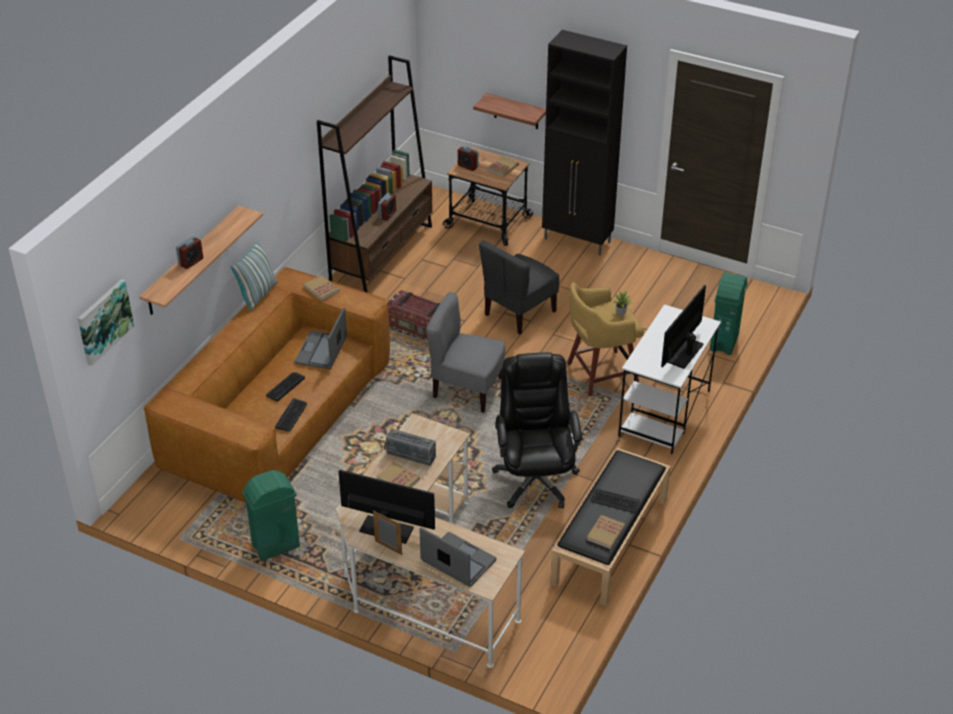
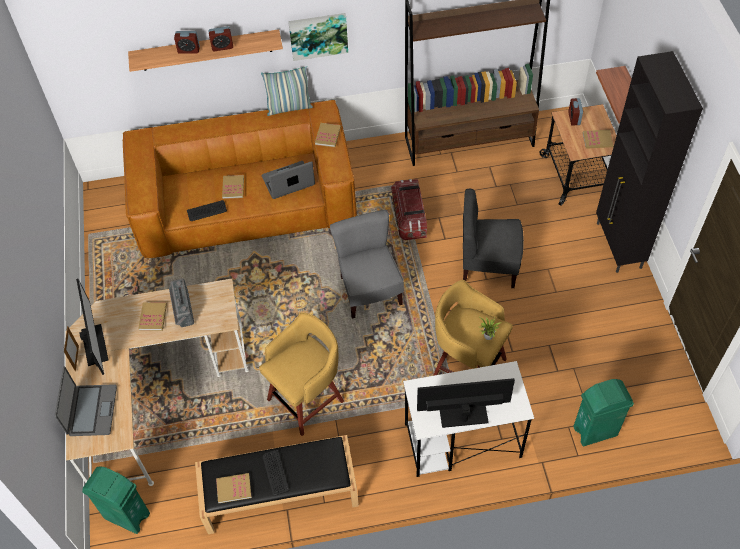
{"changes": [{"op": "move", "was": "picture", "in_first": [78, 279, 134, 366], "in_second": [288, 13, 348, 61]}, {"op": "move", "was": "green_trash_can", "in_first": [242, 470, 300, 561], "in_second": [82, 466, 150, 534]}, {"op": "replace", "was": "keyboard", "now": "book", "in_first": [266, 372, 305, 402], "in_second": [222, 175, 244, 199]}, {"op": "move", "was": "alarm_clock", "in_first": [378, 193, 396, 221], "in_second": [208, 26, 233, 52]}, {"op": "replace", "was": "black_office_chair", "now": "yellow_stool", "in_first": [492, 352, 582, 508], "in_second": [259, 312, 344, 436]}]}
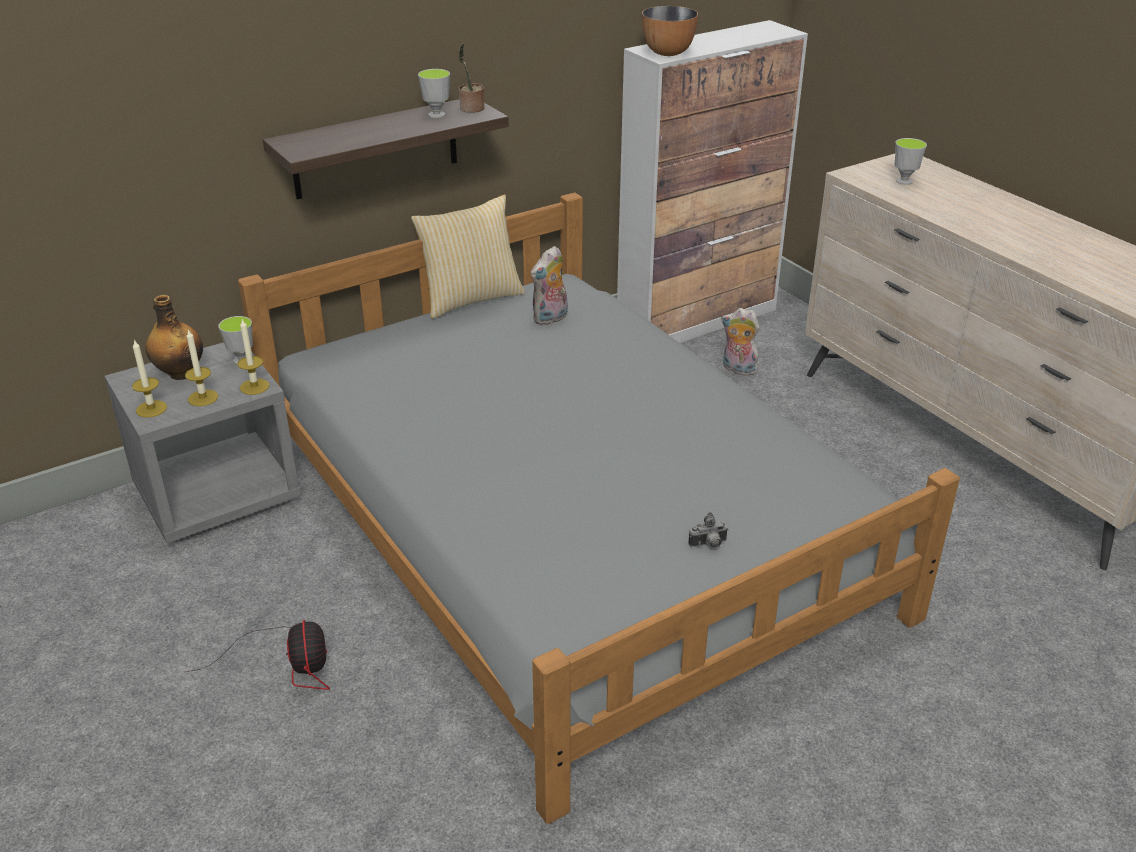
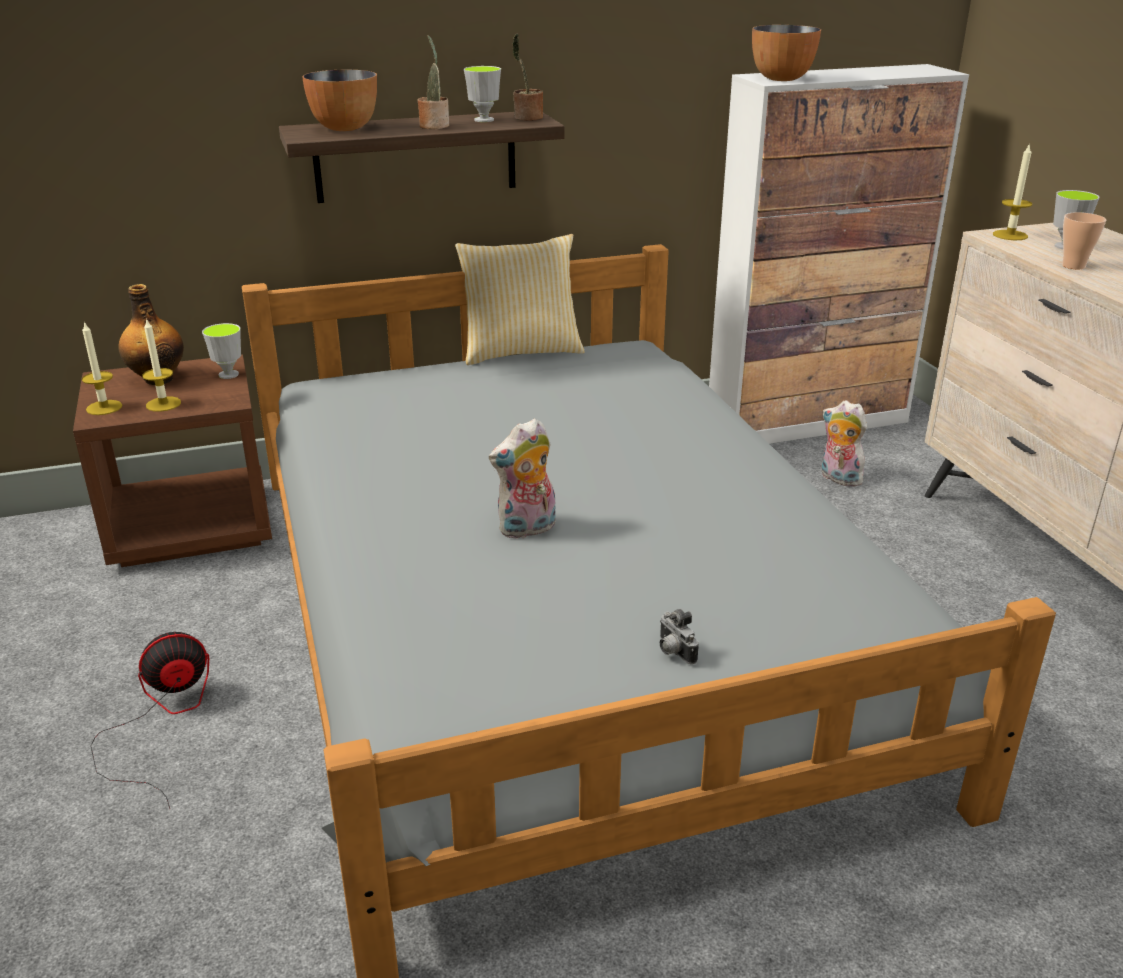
{"changes": [{"op": "recolor", "was": "grey_nightstand", "now": "brown_nightstand", "in_first": [105, 342, 301, 543], "in_second": [73, 354, 272, 567]}, {"op": "rotate", "was": "fan", "in_first": [185, 620, 330, 690], "in_second": [91, 632, 209, 809], "clockwise": -120}, {"op": "move", "was": "candle", "in_first": [237, 319, 270, 395], "in_second": [993, 143, 1032, 240]}, {"op": "move", "was": "plush_toy", "in_first": [531, 246, 568, 325], "in_second": [489, 418, 556, 540]}, {"op": "rotate", "was": "photo_camera", "in_first": [688, 512, 728, 548], "in_second": [660, 609, 699, 664], "clockwise": 60}, {"op": "insert", "now": "bowl", "in_second": [302, 70, 377, 131]}, {"op": "insert", "now": "potted_plant", "in_second": [418, 35, 449, 129]}, {"op": "insert", "now": "cup", "in_second": [1062, 212, 1106, 269]}]}
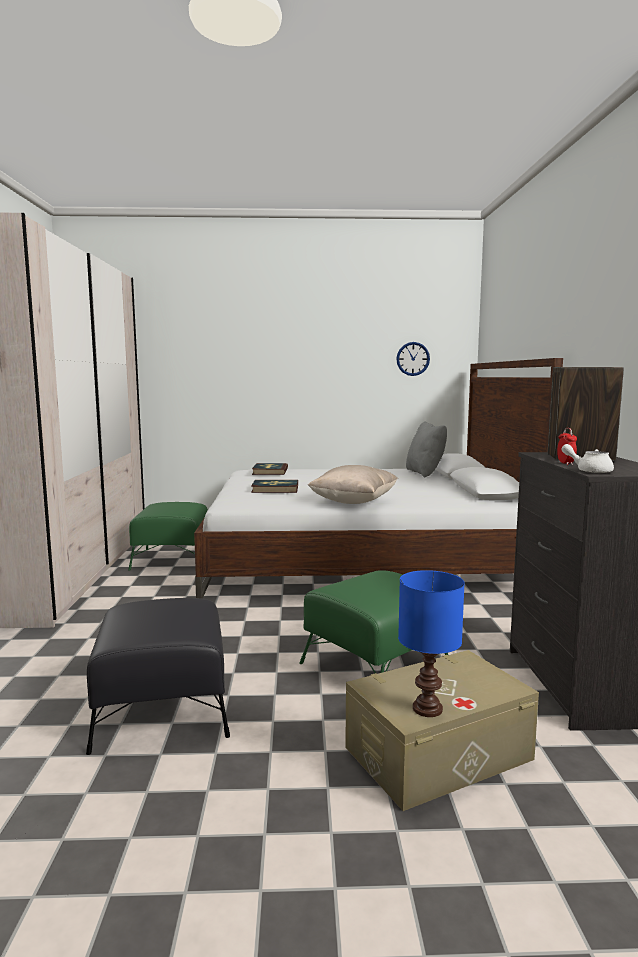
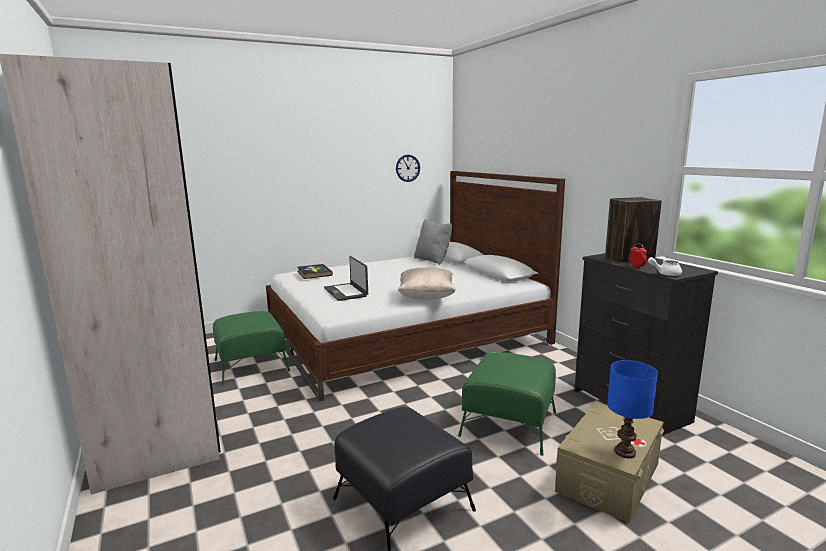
{"changes": [{"op": "replace", "was": "book", "now": "laptop", "in_first": [251, 480, 298, 493], "in_second": [324, 256, 368, 301]}]}
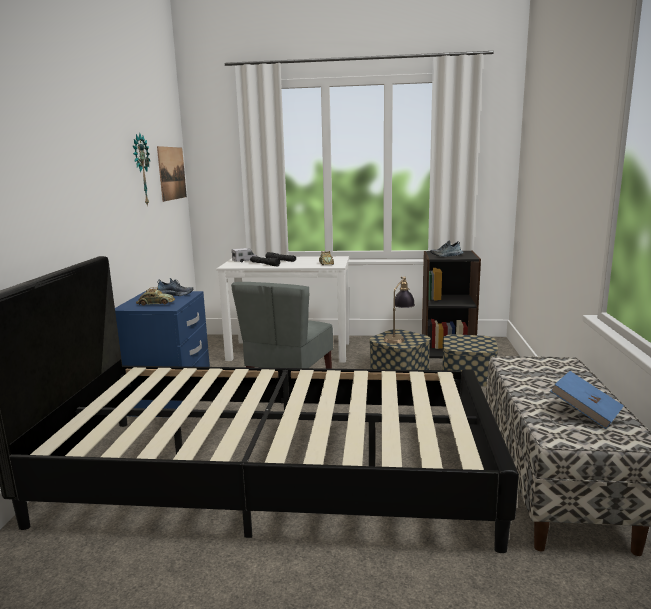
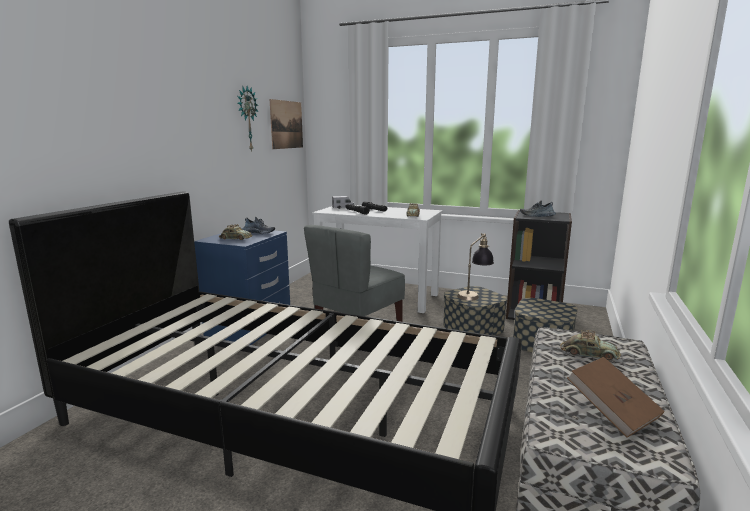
{"changes": [{"op": "recolor", "was": "blue_book", "now": "brown_book", "in_first": [550, 371, 624, 429], "in_second": [567, 357, 665, 438]}, {"op": "insert", "now": "toy_car", "in_second": [560, 330, 620, 361]}]}
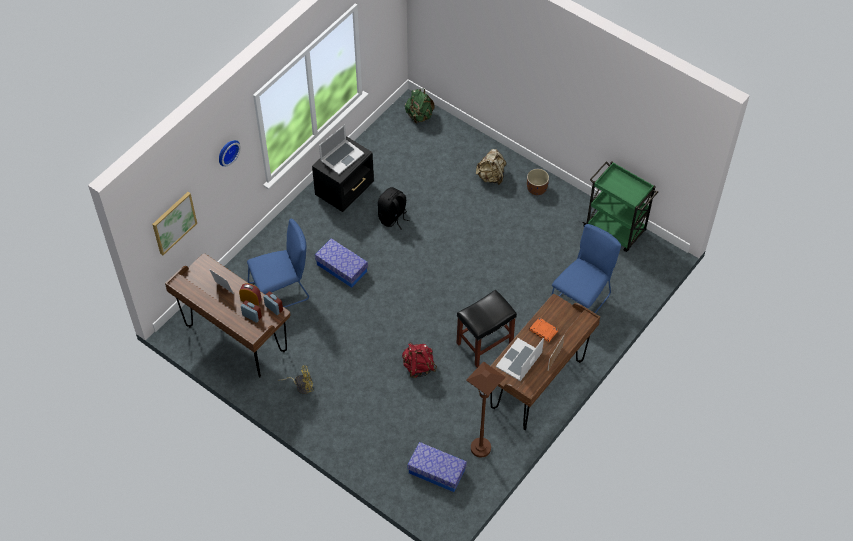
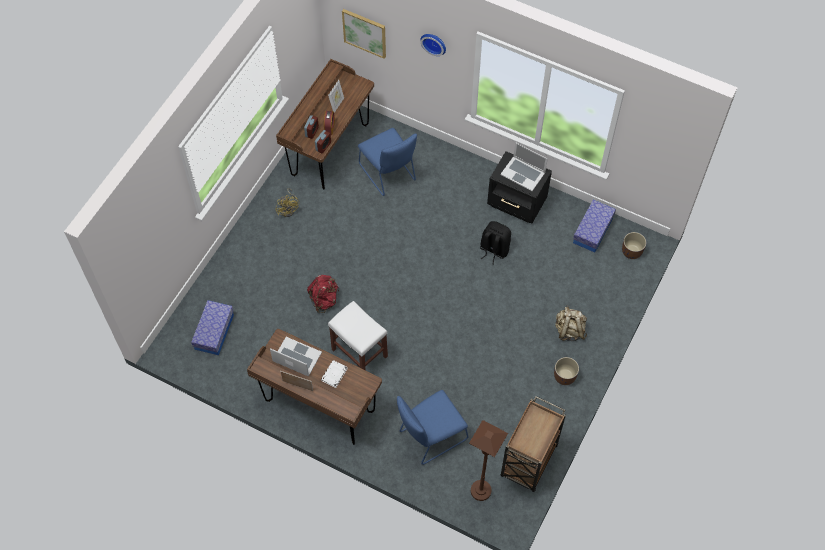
{"changes": [{"op": "move", "was": "storage_box", "in_first": [315, 238, 368, 288], "in_second": [573, 200, 616, 253]}, {"op": "replace", "was": "green_backpack", "now": "brown_planter", "in_first": [405, 88, 435, 123], "in_second": [622, 232, 646, 259]}, {"op": "recolor", "was": "black_stool", "now": "white_stool", "in_first": [457, 289, 517, 367], "in_second": [328, 301, 388, 370]}, {"op": "move", "was": "brown_floor_lamp", "in_first": [466, 361, 505, 457], "in_second": [469, 420, 508, 501]}, {"op": "recolor", "was": "orange_book", "now": "white_book", "in_first": [529, 318, 558, 342], "in_second": [321, 360, 347, 388]}, {"op": "rotate", "was": "blue_chair", "in_first": [552, 224, 621, 313], "in_second": [397, 390, 469, 465], "clockwise": 120}, {"op": "recolor", "was": "green_cart", "now": "brown_cart", "in_first": [582, 161, 658, 252], "in_second": [501, 396, 566, 492]}]}
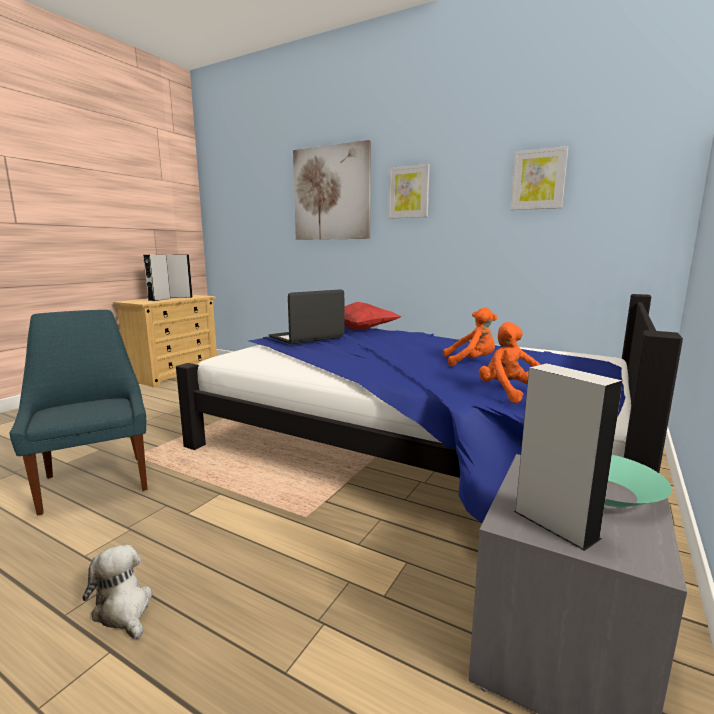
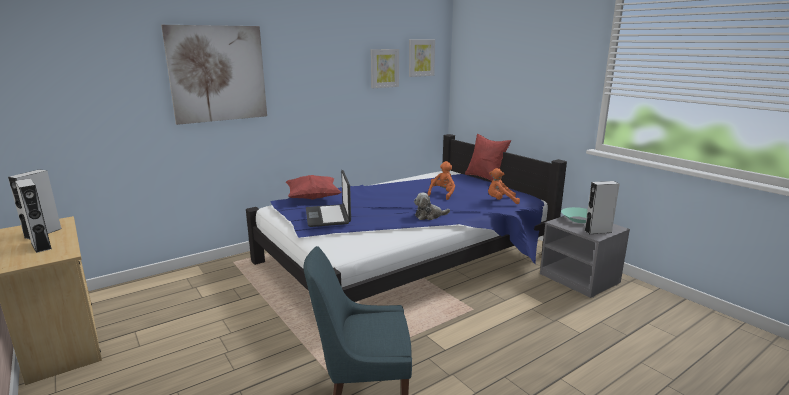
{"changes": [{"op": "move", "was": "plush_toy", "in_first": [82, 545, 153, 639], "in_second": [414, 193, 450, 220]}, {"op": "move", "was": "picture", "in_first": [388, 164, 430, 219], "in_second": [409, 39, 435, 77]}, {"op": "insert", "now": "red_pillow", "in_second": [465, 134, 511, 181]}]}
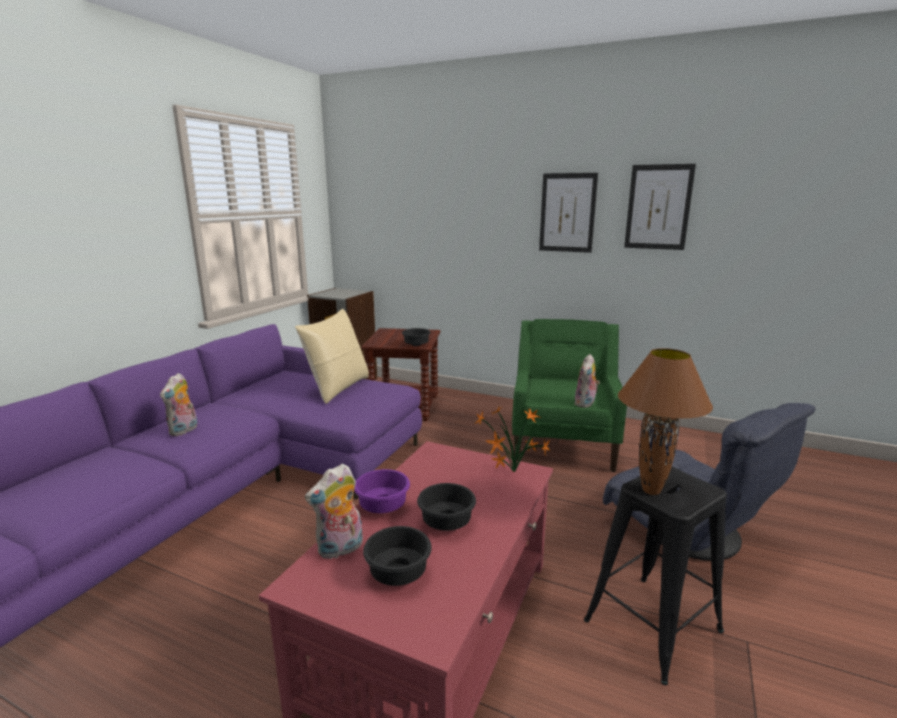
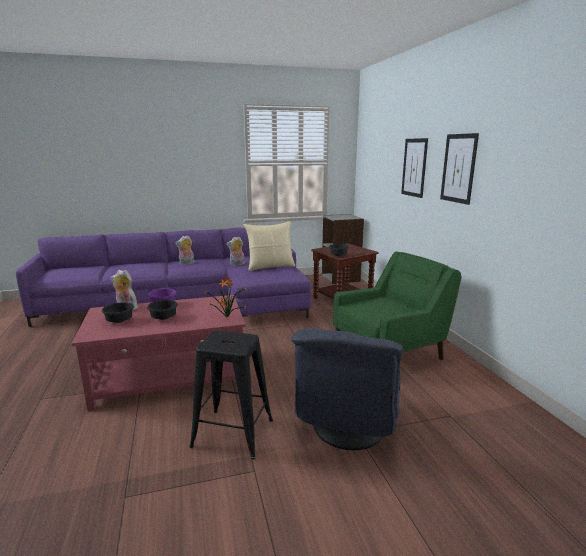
{"changes": [{"op": "move", "was": "plush_toy", "in_first": [575, 354, 600, 408], "in_second": [227, 237, 245, 265]}, {"op": "delete", "was": "brown_table_lamp", "in_first": [618, 348, 713, 495]}, {"op": "move", "was": "picture", "in_first": [624, 164, 696, 250], "in_second": [401, 138, 428, 198]}]}
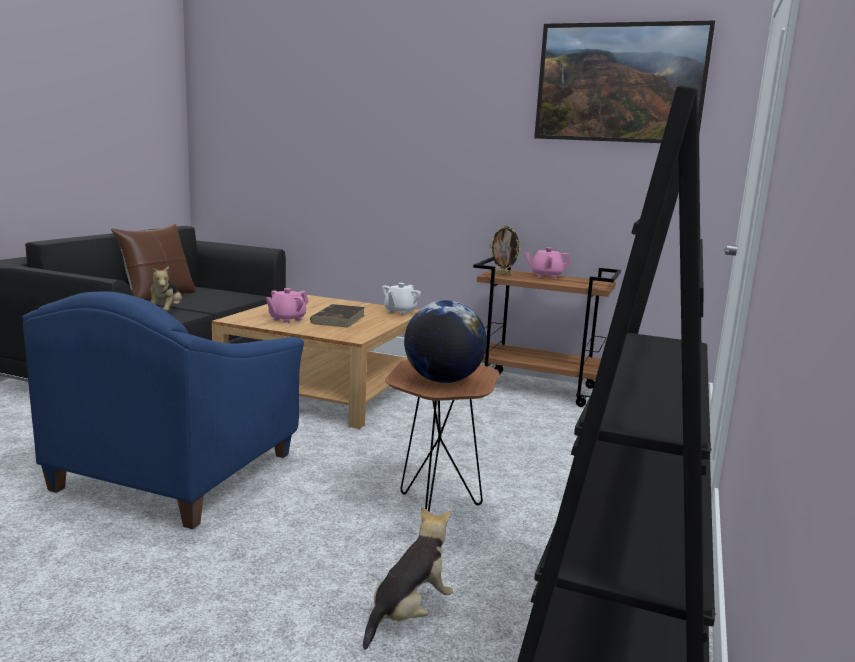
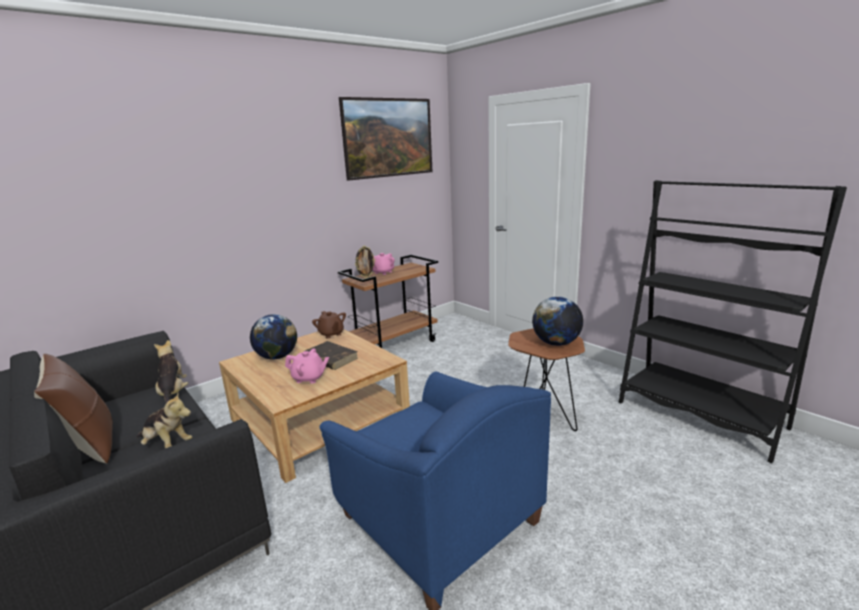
{"changes": [{"op": "rotate", "was": "pink_teapot", "in_first": [266, 288, 308, 323], "in_second": [285, 348, 329, 384], "clockwise": -60}, {"op": "move", "was": "plush_toy", "in_first": [363, 506, 453, 649], "in_second": [154, 340, 189, 403]}, {"op": "recolor", "was": "white_teapot", "now": "brown_teapot", "in_first": [382, 283, 421, 315], "in_second": [312, 311, 346, 338]}, {"op": "insert", "now": "globe", "in_second": [250, 314, 297, 359]}]}
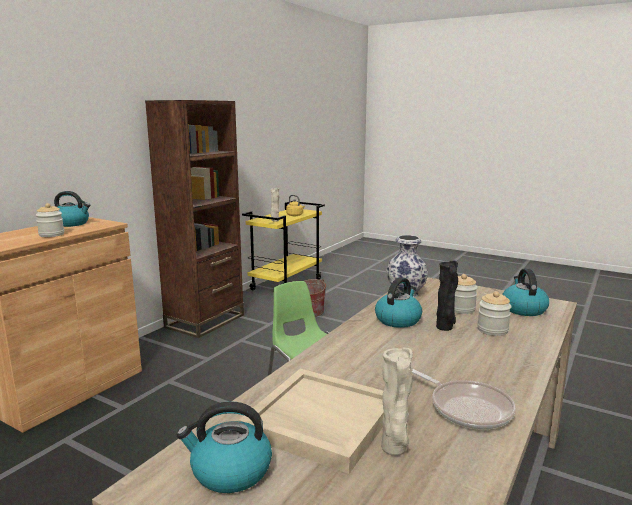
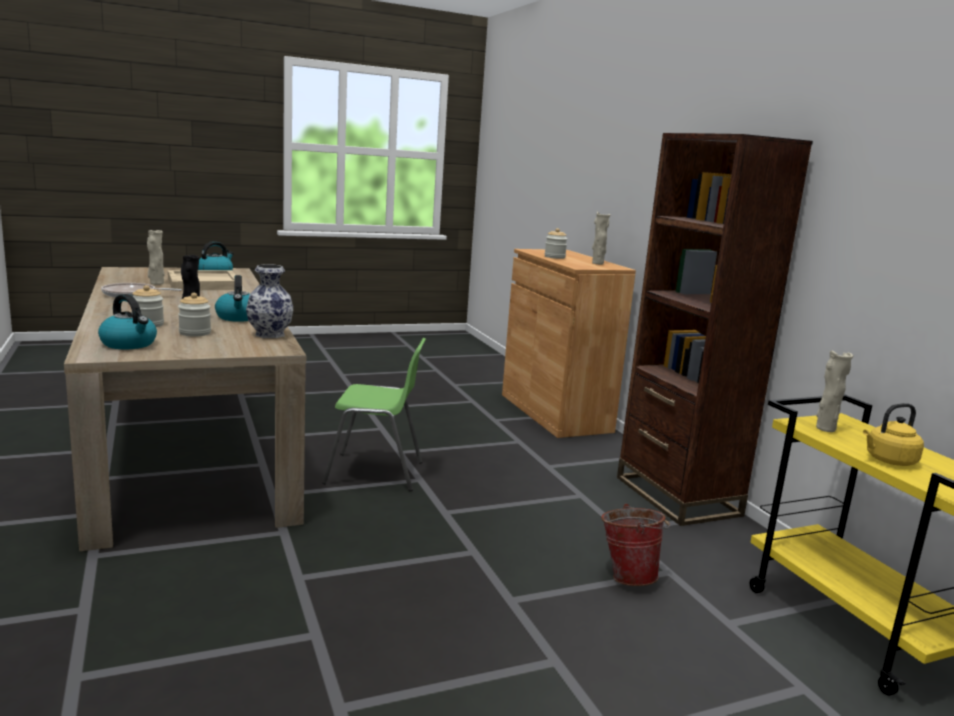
{"changes": [{"op": "replace", "was": "kettle", "now": "beige_vase", "in_first": [54, 191, 90, 227], "in_second": [592, 212, 610, 265]}]}
